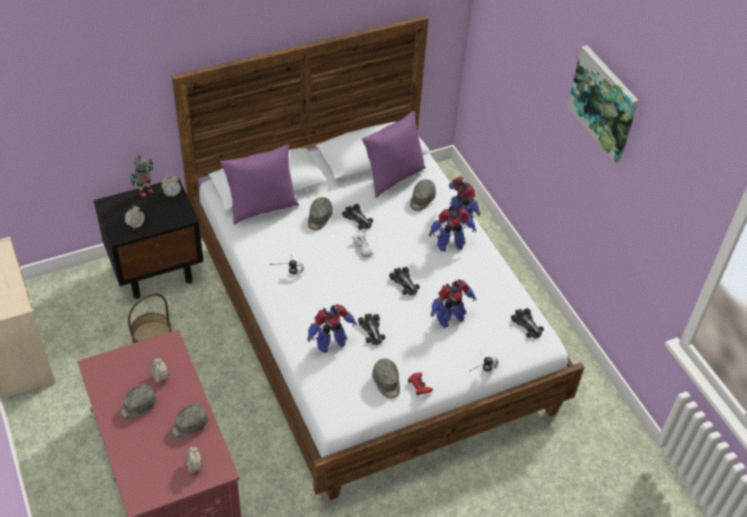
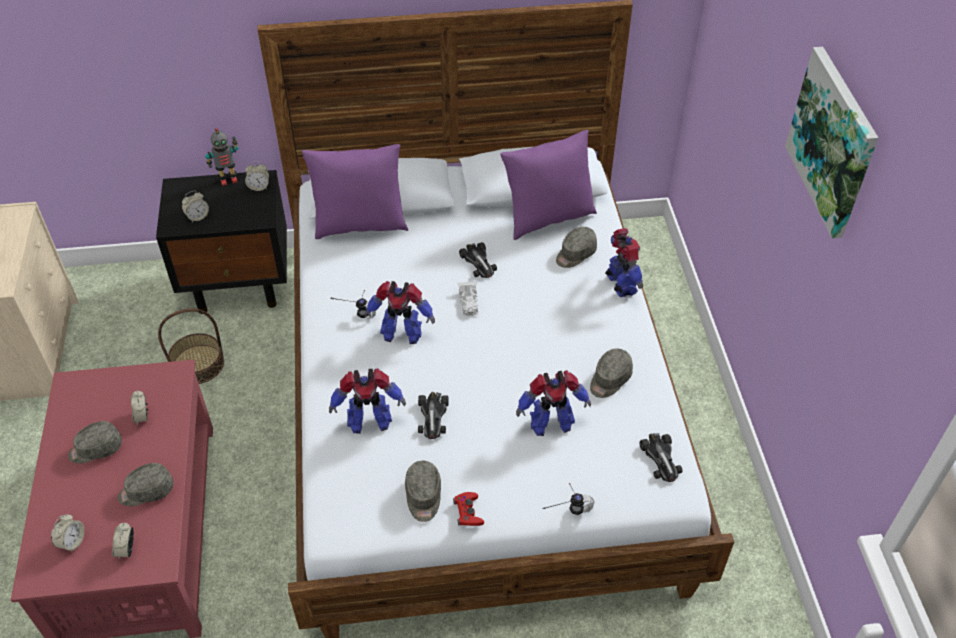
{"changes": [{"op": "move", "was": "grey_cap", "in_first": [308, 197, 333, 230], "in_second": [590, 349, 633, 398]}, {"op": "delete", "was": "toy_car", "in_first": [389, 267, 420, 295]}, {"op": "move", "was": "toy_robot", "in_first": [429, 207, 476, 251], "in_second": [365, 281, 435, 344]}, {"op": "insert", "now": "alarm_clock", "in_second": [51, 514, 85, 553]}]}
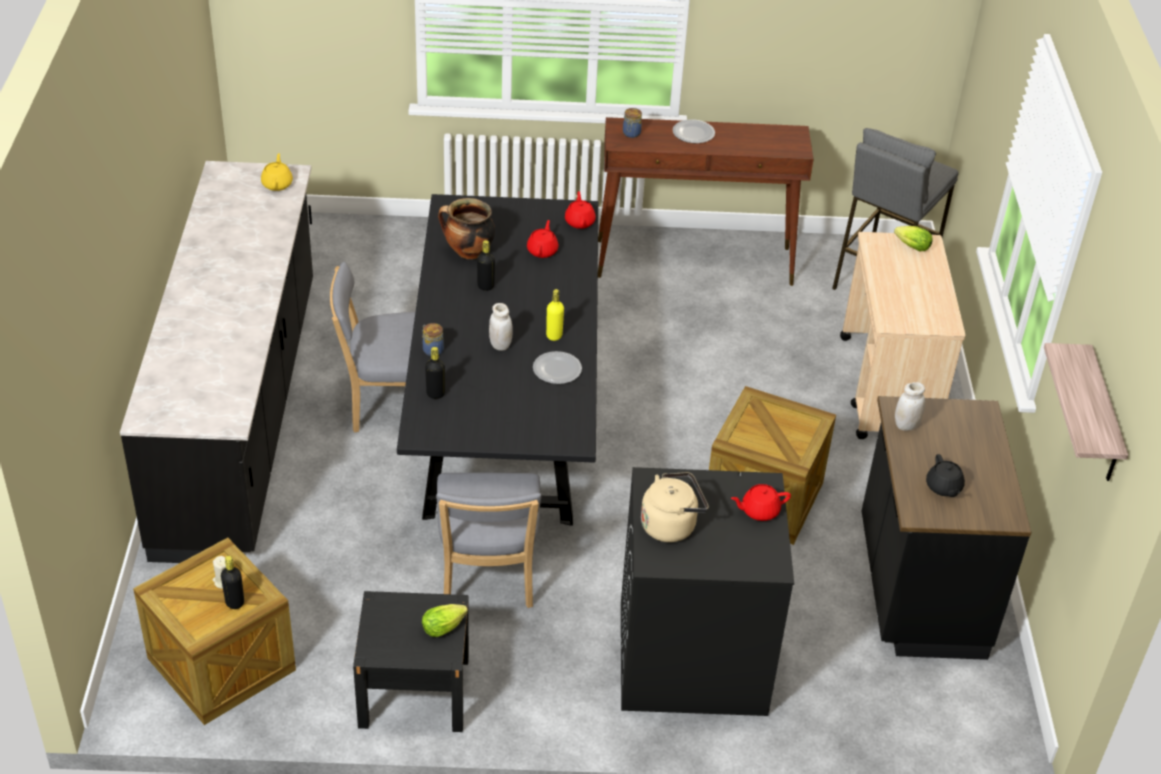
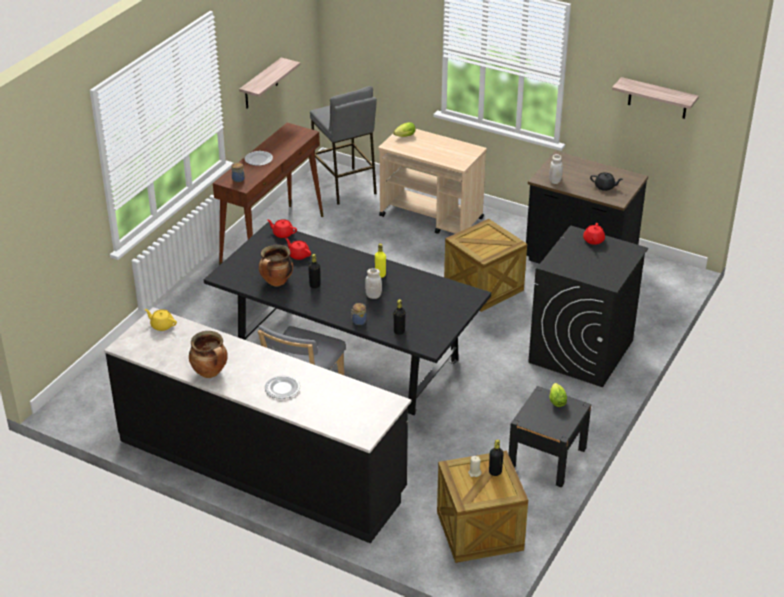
{"changes": [{"op": "delete", "was": "grey_chair", "in_first": [436, 472, 542, 608]}, {"op": "move", "was": "plate", "in_first": [533, 351, 582, 384], "in_second": [265, 376, 300, 399]}, {"op": "delete", "was": "beige_kettle", "in_first": [641, 472, 709, 542]}, {"op": "insert", "now": "cooking_pot", "in_second": [189, 331, 228, 378]}, {"op": "insert", "now": "shelf", "in_second": [239, 58, 300, 109]}]}
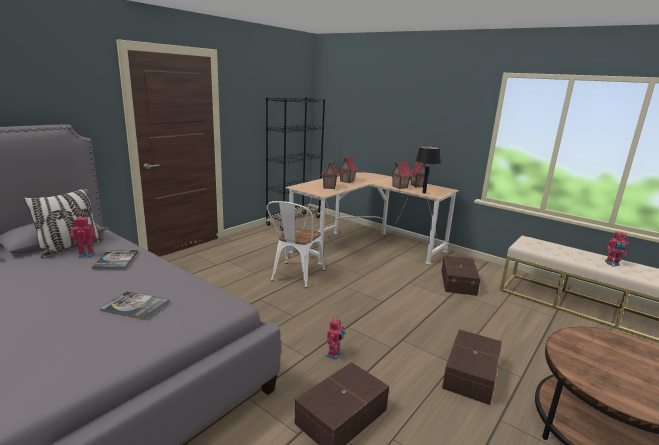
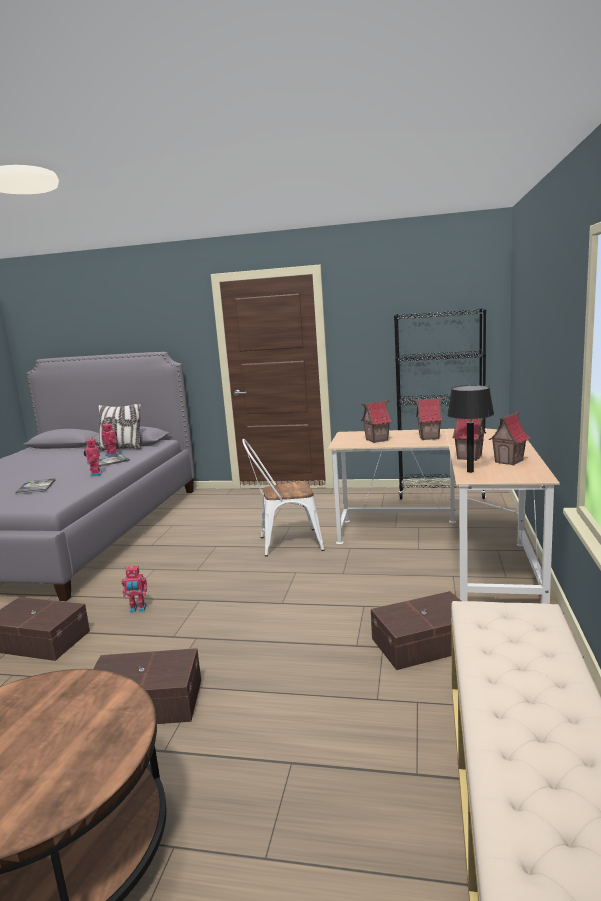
{"changes": [{"op": "move", "was": "toy_robot", "in_first": [605, 232, 629, 266], "in_second": [84, 438, 102, 477]}]}
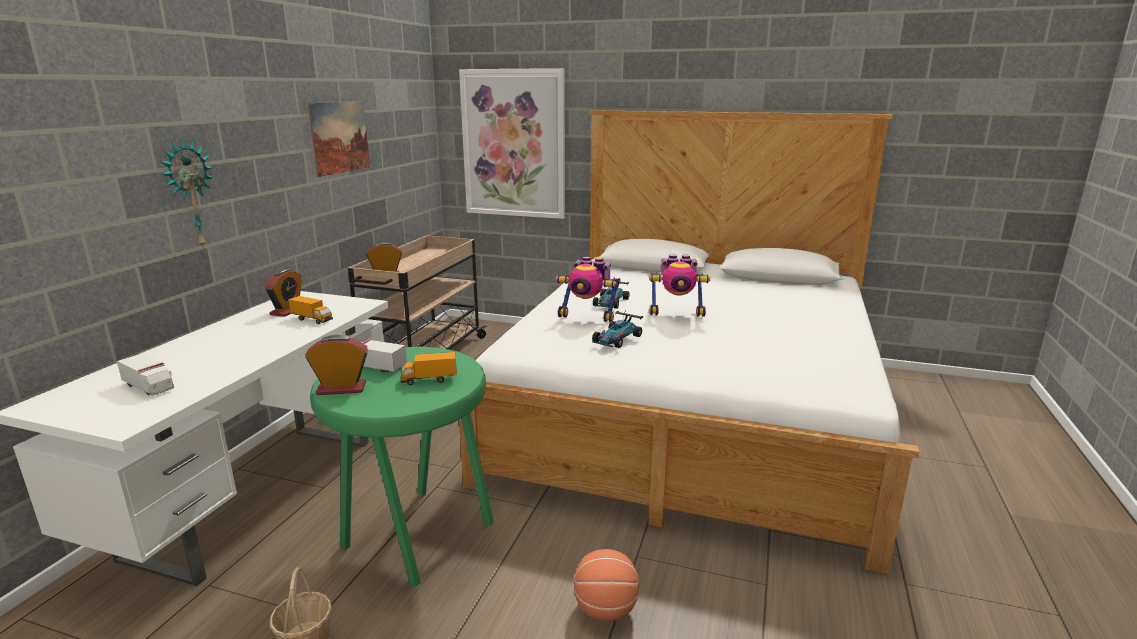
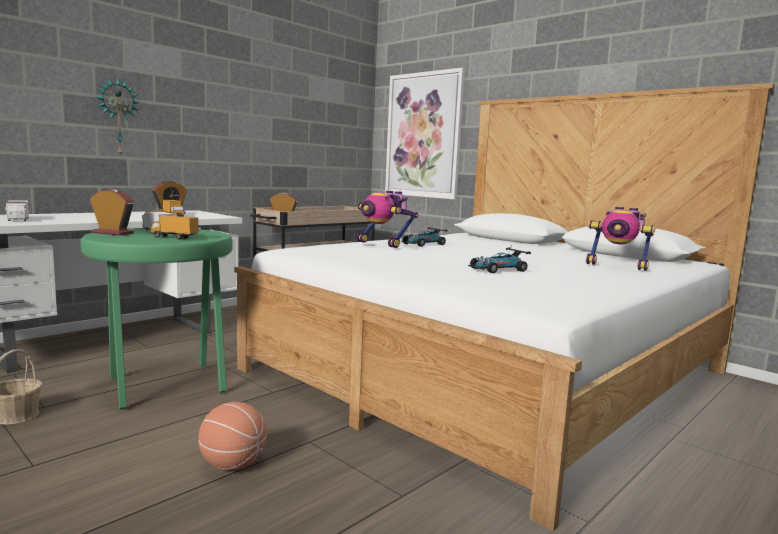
{"changes": [{"op": "delete", "was": "picture", "in_first": [307, 101, 370, 177]}, {"op": "move", "was": "toy_car", "in_first": [592, 311, 643, 348], "in_second": [468, 243, 531, 273]}, {"op": "move", "was": "toy_robot", "in_first": [649, 254, 710, 317], "in_second": [586, 207, 655, 271]}]}
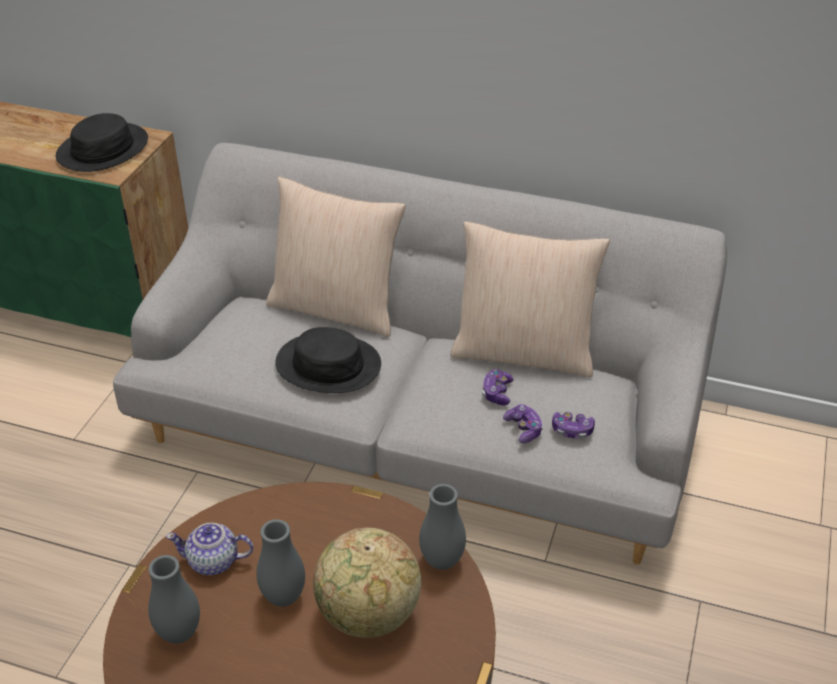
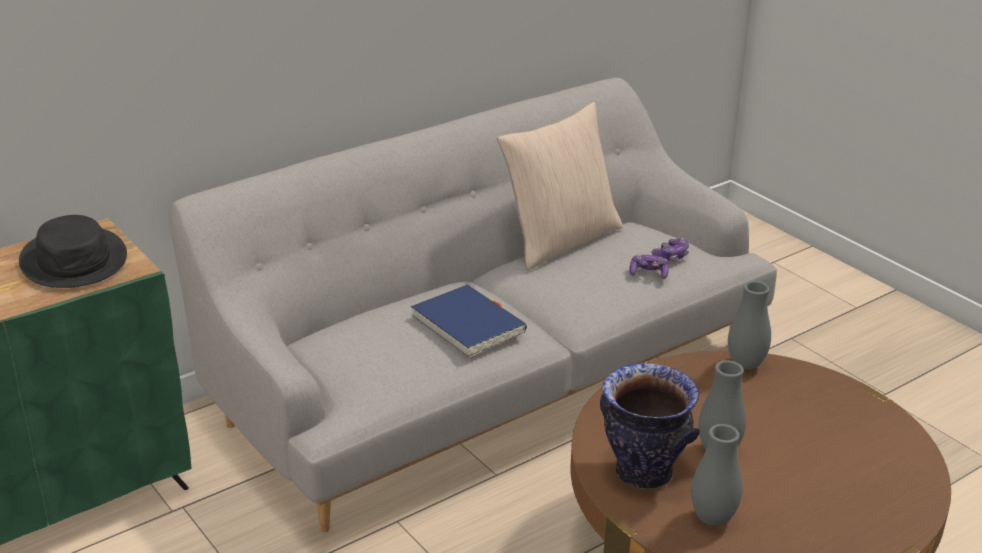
{"changes": [{"op": "replace", "was": "teapot", "now": "vase", "in_first": [166, 523, 254, 575], "in_second": [600, 363, 700, 489]}, {"op": "delete", "was": "beige_pillow", "in_first": [266, 176, 406, 337]}, {"op": "replace", "was": "black_hat", "now": "blue_book", "in_first": [275, 327, 381, 393], "in_second": [411, 284, 527, 358]}, {"op": "delete", "was": "globe", "in_first": [313, 528, 421, 638]}, {"op": "delete", "was": "game_controller", "in_first": [482, 369, 514, 405]}]}
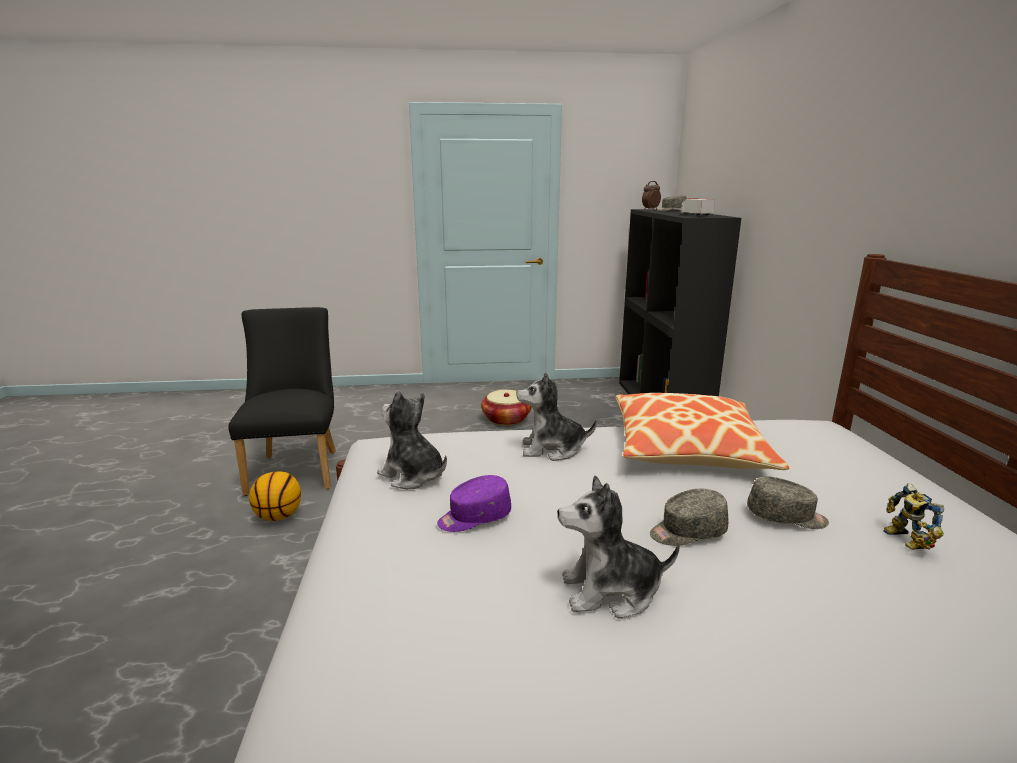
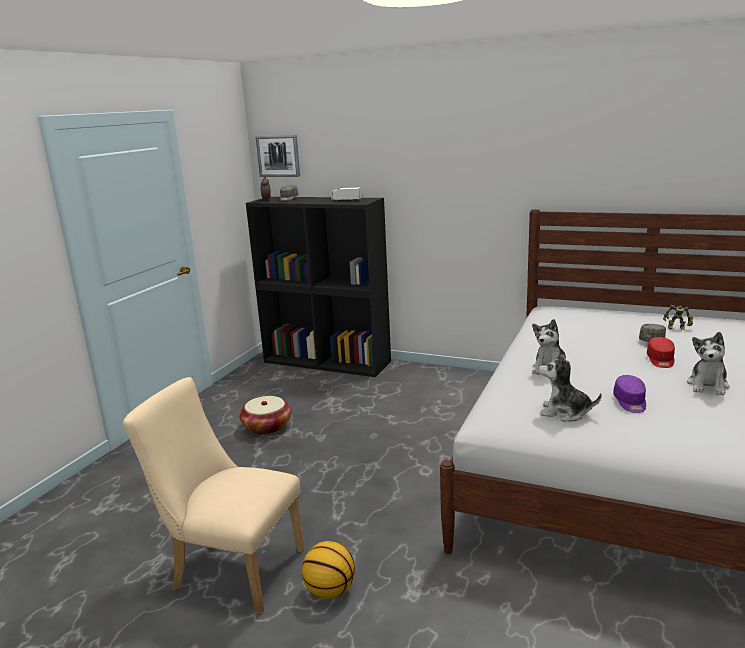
{"changes": [{"op": "recolor", "was": "black_chair", "now": "beige_chair", "in_first": [228, 307, 336, 496], "in_second": [123, 377, 305, 614]}, {"op": "rotate", "was": "plush_toy", "in_first": [377, 390, 447, 489], "in_second": [538, 354, 602, 421], "clockwise": 45}, {"op": "delete", "was": "pillow", "in_first": [616, 393, 789, 470]}, {"op": "recolor", "was": "grey_cap", "now": "red_cap", "in_first": [650, 489, 729, 546], "in_second": [647, 337, 675, 368]}, {"op": "insert", "now": "picture", "in_second": [256, 135, 300, 177]}]}
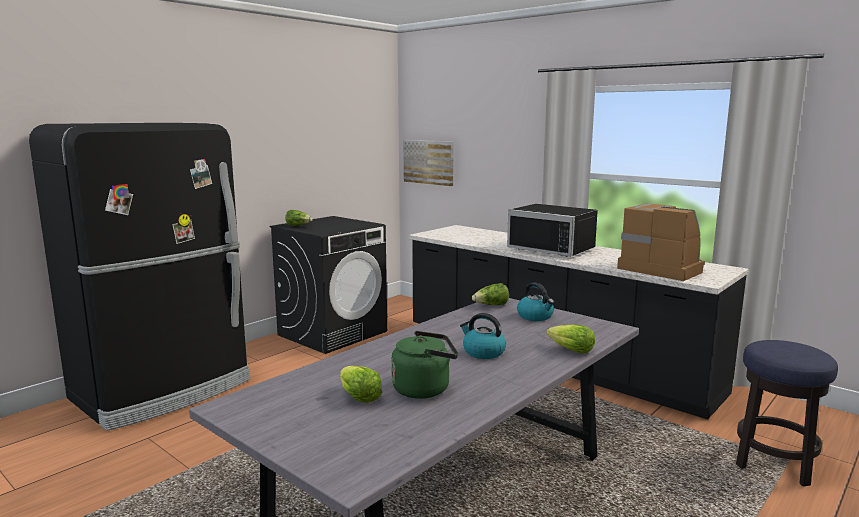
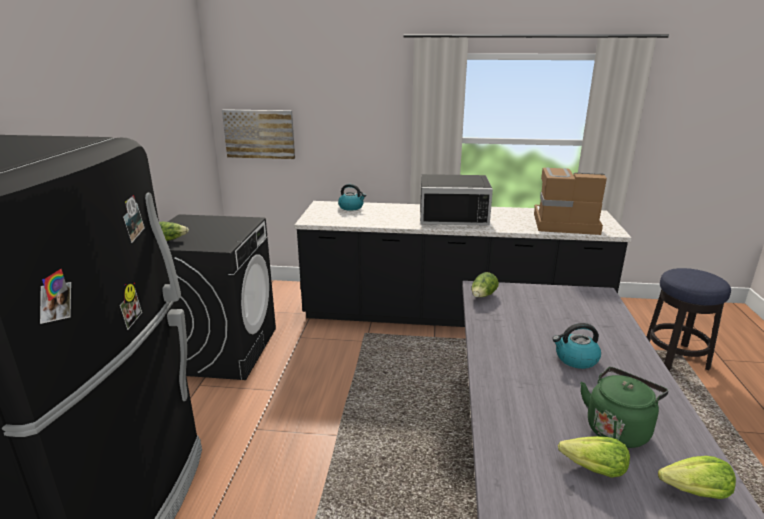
{"changes": [{"op": "move", "was": "kettle", "in_first": [517, 283, 554, 321], "in_second": [338, 184, 366, 211]}, {"op": "move", "was": "lettuce", "in_first": [546, 325, 595, 353], "in_second": [658, 456, 736, 499]}]}
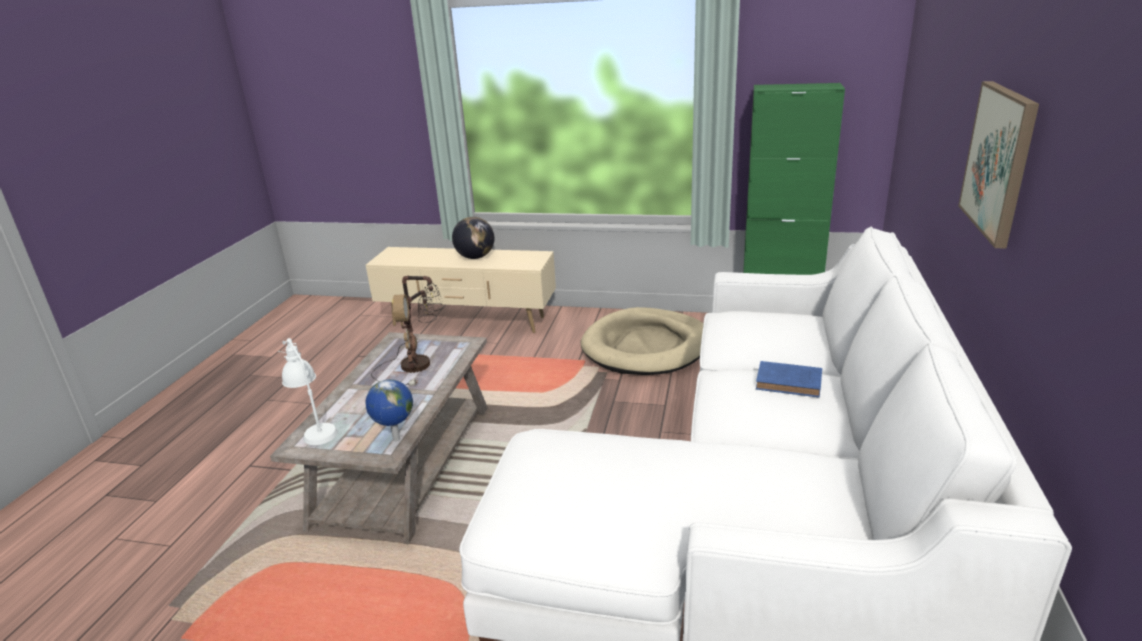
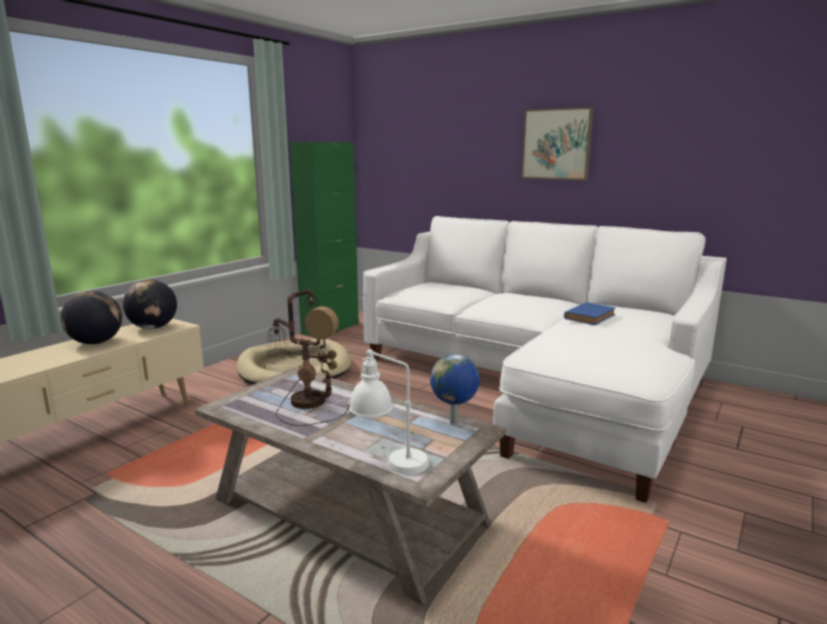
{"changes": [{"op": "move", "was": "blue_book", "in_first": [756, 361, 822, 398], "in_second": [564, 302, 615, 325]}, {"op": "insert", "now": "globe", "in_second": [123, 280, 177, 329]}]}
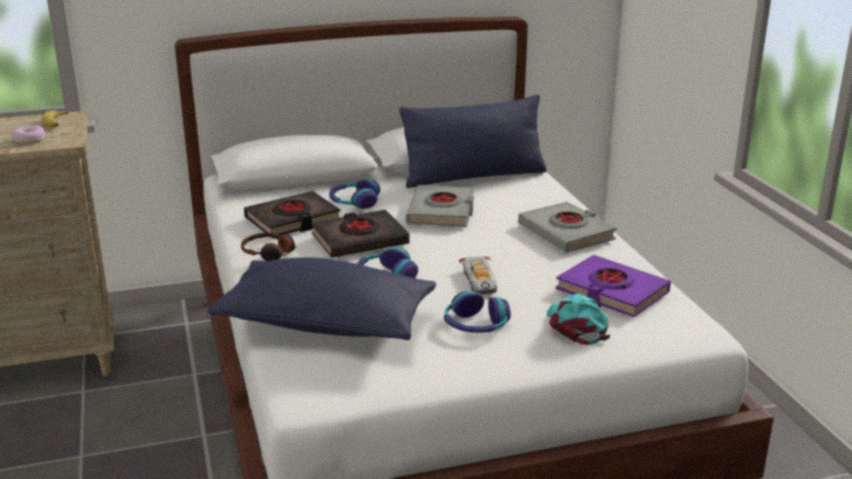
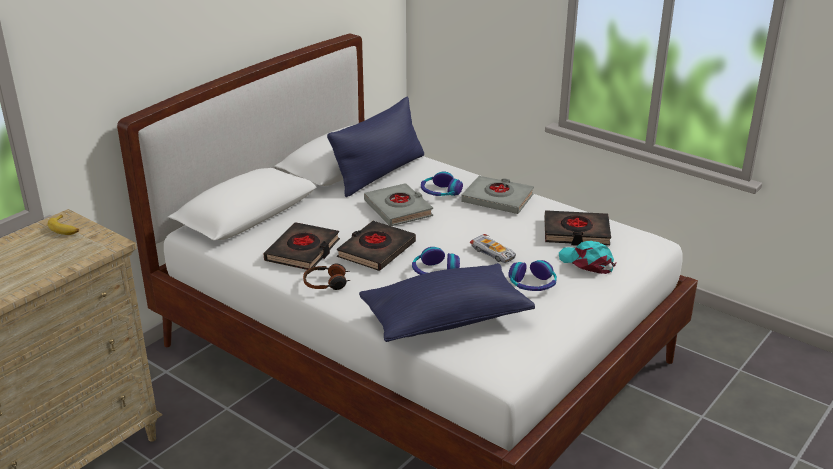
{"changes": [{"op": "delete", "was": "donut", "in_first": [11, 125, 45, 144]}, {"op": "move", "was": "headphones", "in_first": [329, 179, 380, 209], "in_second": [421, 172, 463, 196]}, {"op": "recolor", "was": "purple_book", "now": "black_book", "in_first": [556, 255, 671, 317], "in_second": [544, 210, 611, 246]}]}
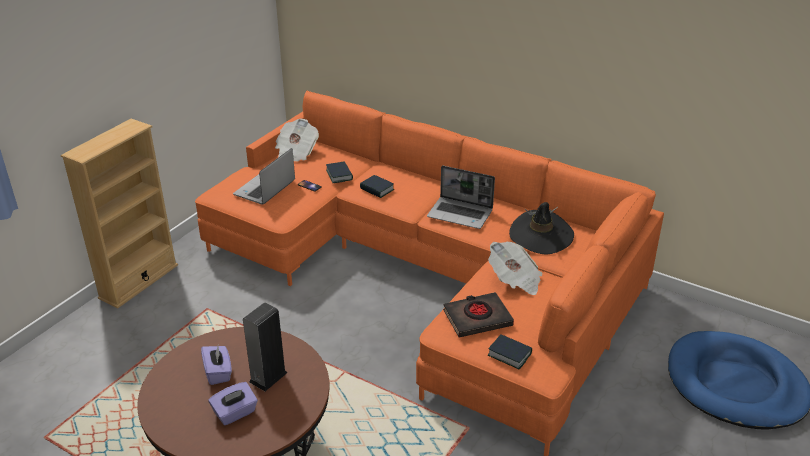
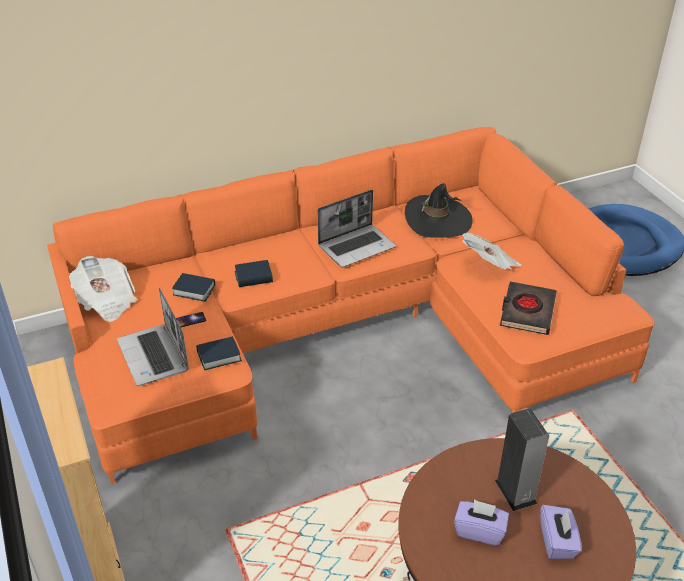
{"changes": [{"op": "move", "was": "book", "in_first": [488, 334, 532, 369], "in_second": [196, 336, 242, 370]}]}
